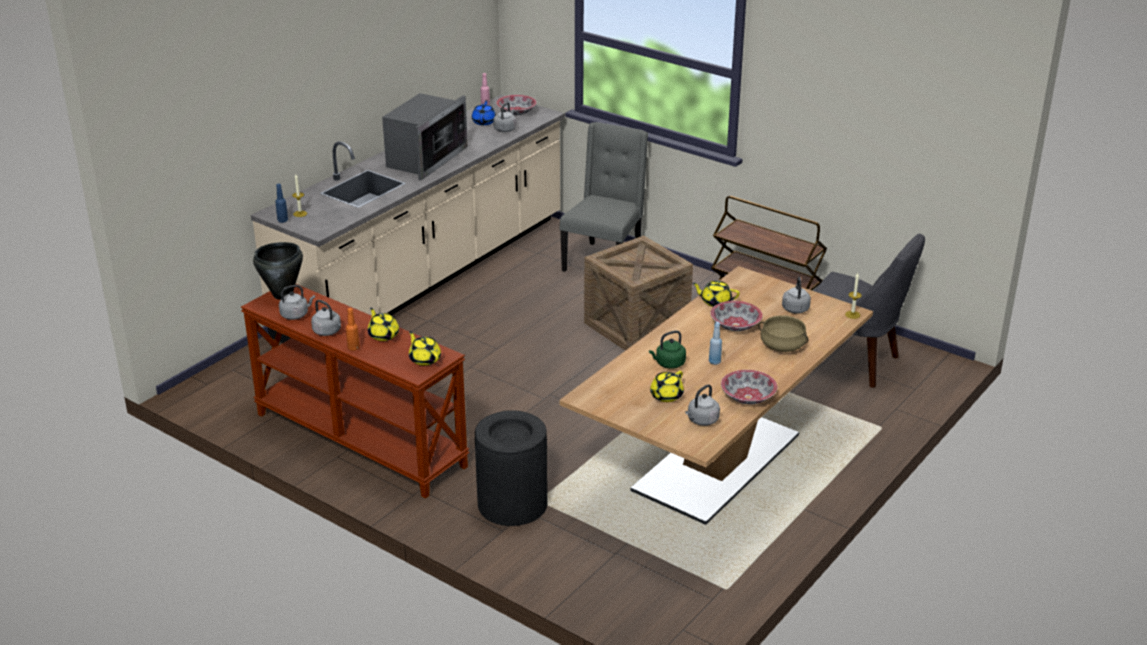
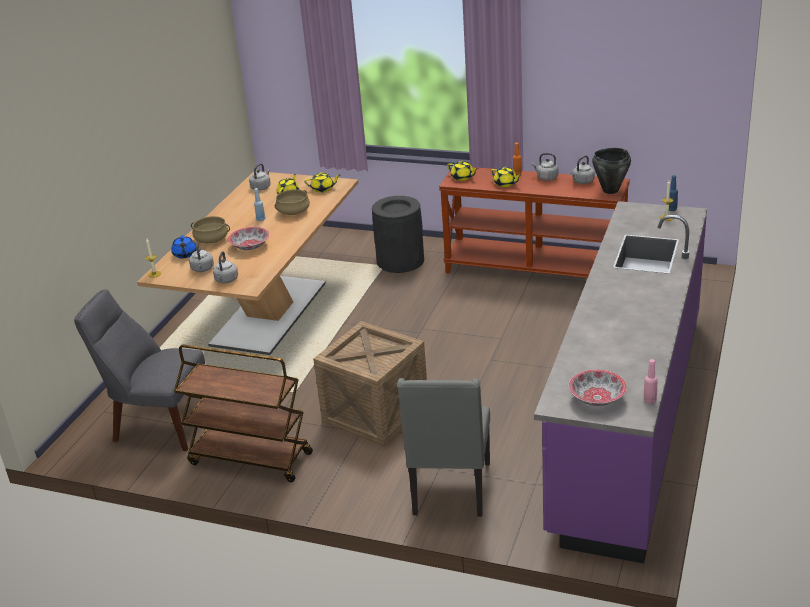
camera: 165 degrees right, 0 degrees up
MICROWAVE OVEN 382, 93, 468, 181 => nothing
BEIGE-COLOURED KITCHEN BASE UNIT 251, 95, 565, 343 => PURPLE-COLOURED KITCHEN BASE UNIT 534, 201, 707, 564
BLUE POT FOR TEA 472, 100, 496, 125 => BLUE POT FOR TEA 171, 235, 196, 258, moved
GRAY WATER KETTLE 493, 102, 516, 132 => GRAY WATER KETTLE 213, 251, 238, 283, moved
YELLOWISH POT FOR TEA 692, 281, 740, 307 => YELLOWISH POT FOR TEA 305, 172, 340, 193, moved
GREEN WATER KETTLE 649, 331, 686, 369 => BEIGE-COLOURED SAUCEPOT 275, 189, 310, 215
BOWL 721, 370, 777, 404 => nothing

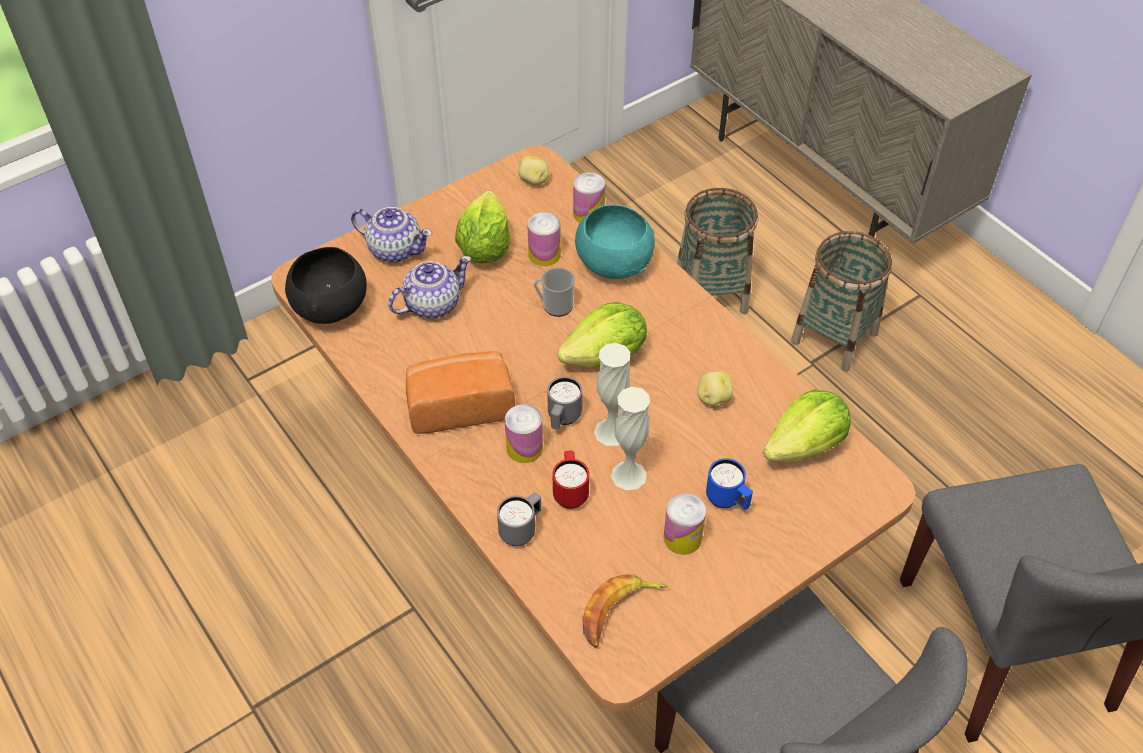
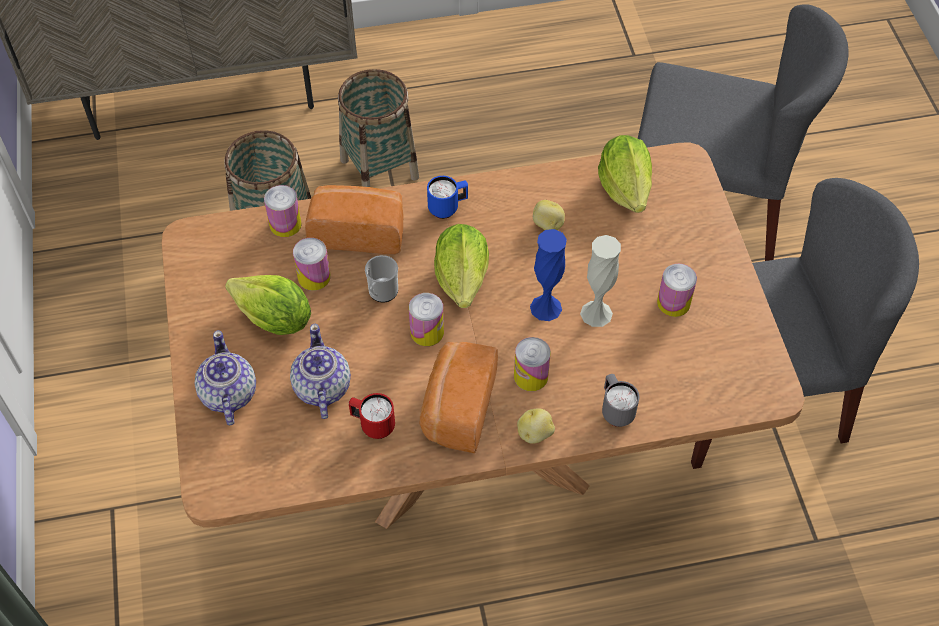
camera: 65 degrees left, 5 degrees up
POTATO 518, 156, 549, 185 => POTATO 517, 408, 555, 444, moved
TURQUOISE BOWL 575, 205, 655, 279 => BAKERY BREAD 305, 185, 403, 254
POT FOR TEA 351, 207, 432, 263 => POT FOR TEA 195, 330, 256, 425, 60 degrees counterclockwise
BLACKISH BOWL 285, 247, 367, 324 => nothing
WHITE VASE 594, 343, 630, 446 => BLUE VASE 530, 229, 567, 321
GRAY COFFEE MUG 547, 377, 582, 430 => nothing
RED-COLOURED COFFEE MUG 553, 450, 589, 509 => RED-COLOURED COFFEE MUG 349, 393, 395, 439, moved
BLUE COFFEE MUG 706, 458, 753, 510 => BLUE COFFEE MUG 427, 176, 468, 219, moved
BANANA FRUIT 582, 574, 668, 648 => nothing
nothing => METAL CAN 409, 293, 444, 346

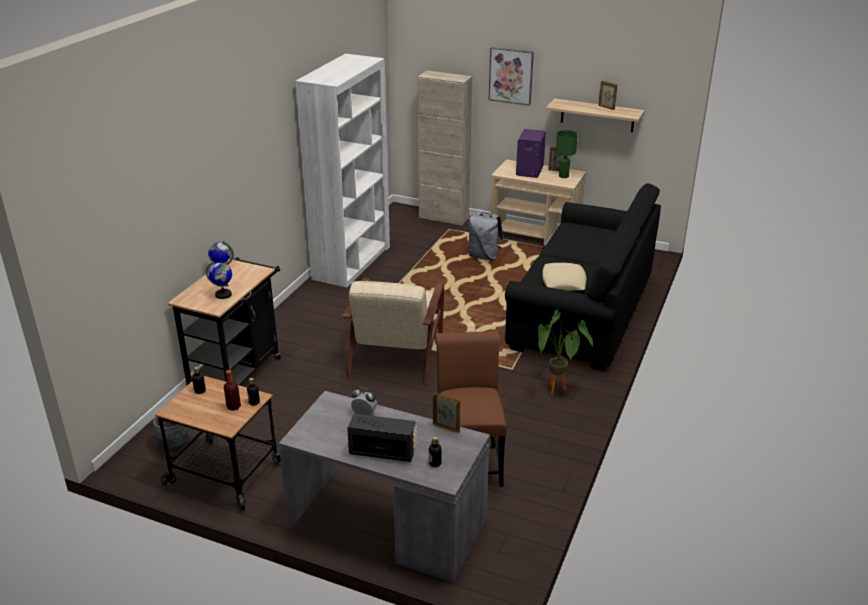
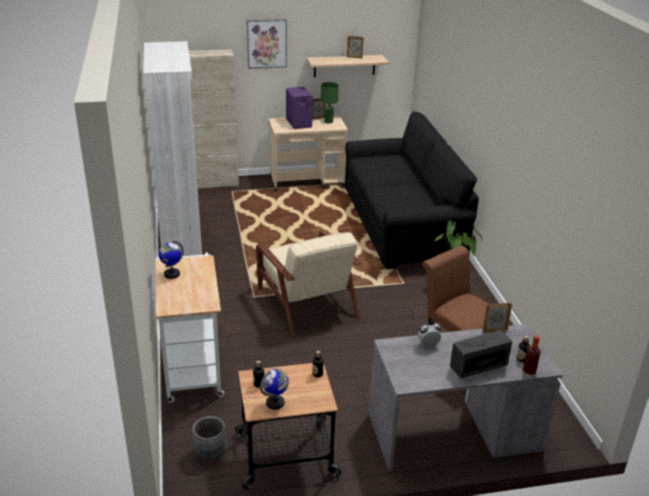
camera: 35 degrees left, 0 degrees up
GRAY BACKPACK 469, 212, 504, 260 => nothing
BLACKISH CART 168, 257, 281, 385 => WHITE CART 155, 252, 224, 403
DESK GLOBE 206, 261, 232, 299 => DESK GLOBE 260, 369, 289, 410, moved
BEIGE-COLOURED CUSHION 542, 263, 586, 291 => nothing
BOTTLE 224, 370, 241, 411 => BOTTLE 523, 335, 541, 375, moved

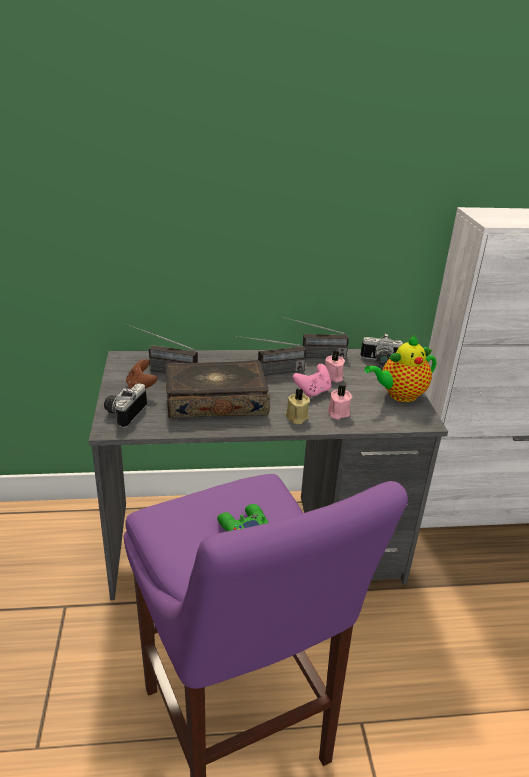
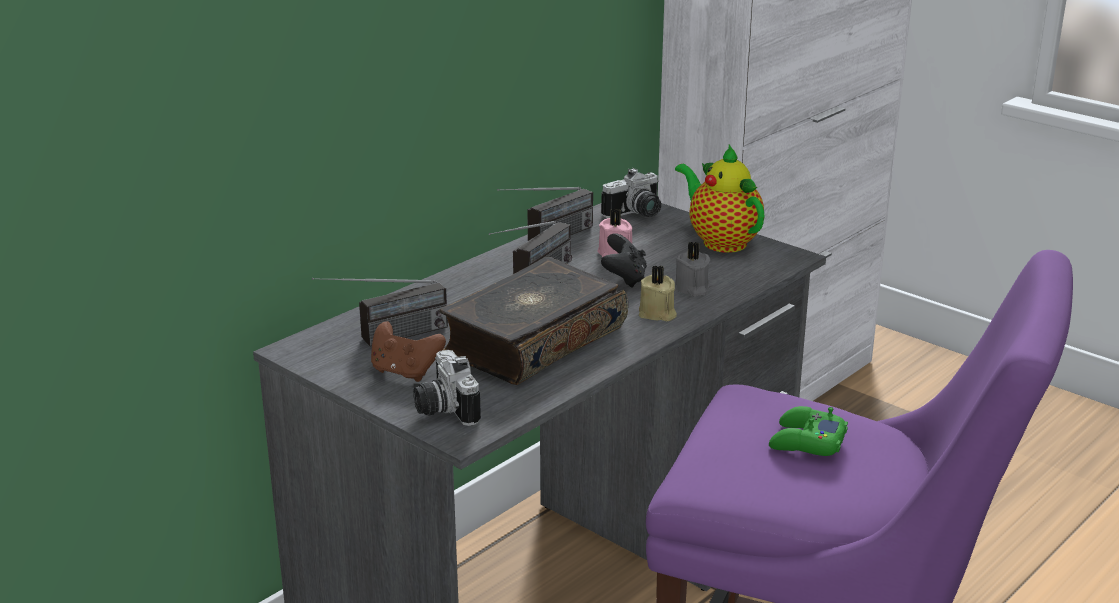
camera: 40 degrees left, 5 degrees down
POT FOR TEA 364, 335, 437, 402 => POT FOR TEA 675, 145, 765, 253, 120 degrees clockwise
PINK-COLOURED GAME CONTROLLER 293, 364, 331, 398 => BLACKISH GAME CONTROLLER 601, 233, 647, 288
PINK-COLOURED WAX CANDLE 328, 385, 352, 420 => GRAY WAX CANDLE 675, 242, 711, 297

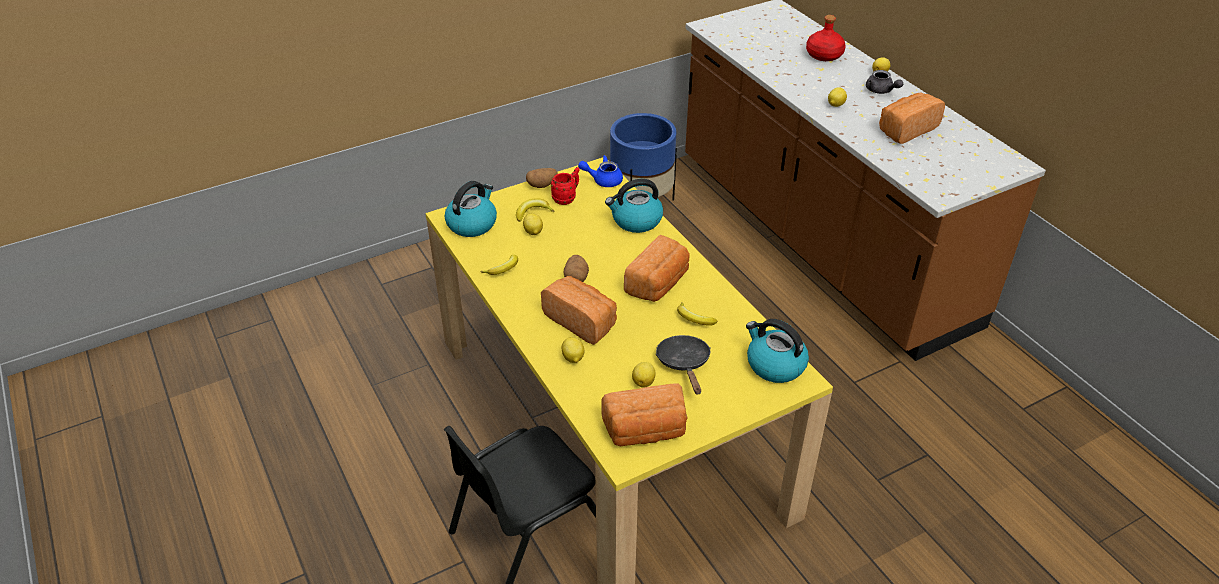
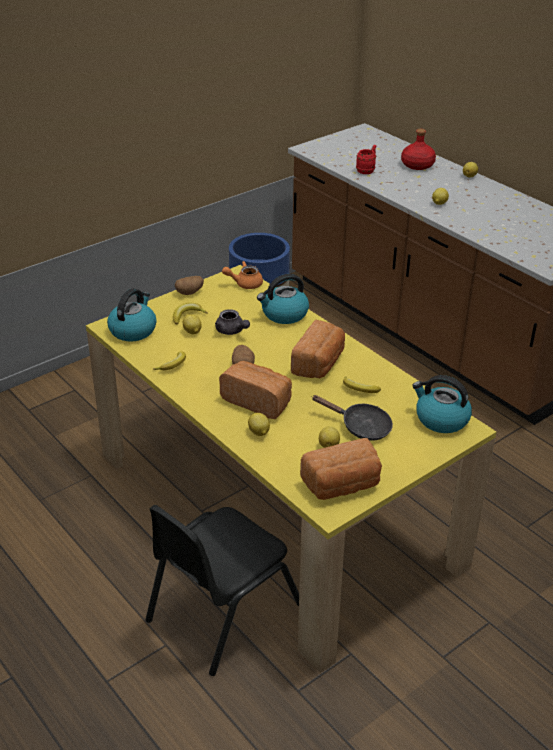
camera: 10 degrees left, 5 degrees down
GRAY POT FOR TEA 866, 70, 903, 94 => GRAY POT FOR TEA 215, 309, 250, 335, moved
BAKERY BREAD 879, 92, 945, 144 => nothing
BLUE POT FOR TEA 578, 155, 623, 187 => ORANGEY POT FOR TEA 222, 261, 263, 289
RED-COLOURED COFFEE MUG 551, 167, 580, 205 => RED-COLOURED COFFEE MUG 356, 145, 376, 174, moved
BLACKISH PAN 656, 335, 711, 394 => BLACKISH PAN 312, 395, 393, 441, 135 degrees clockwise

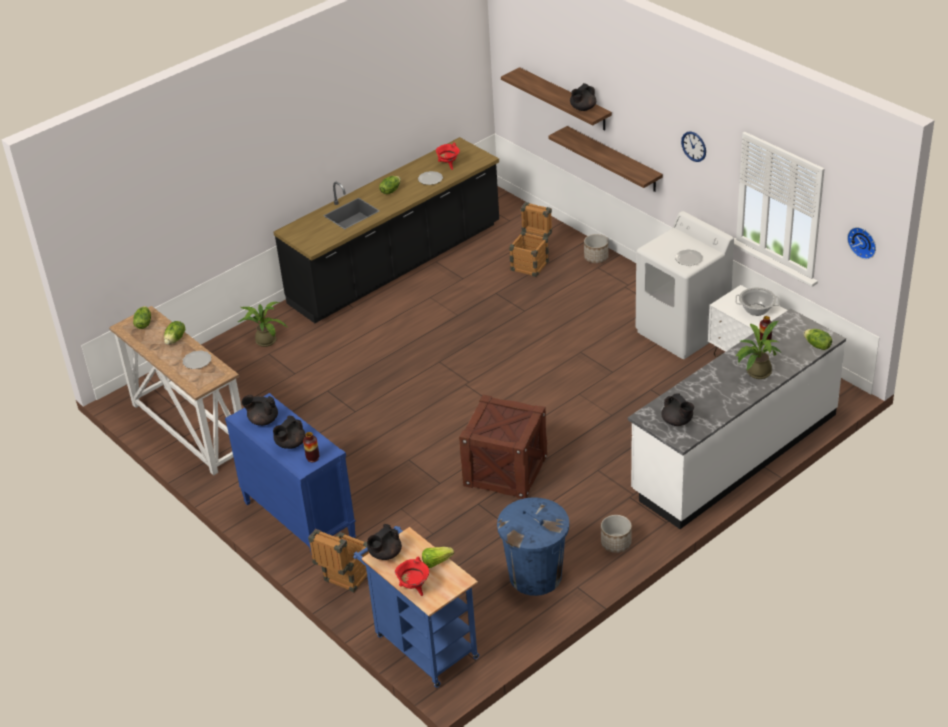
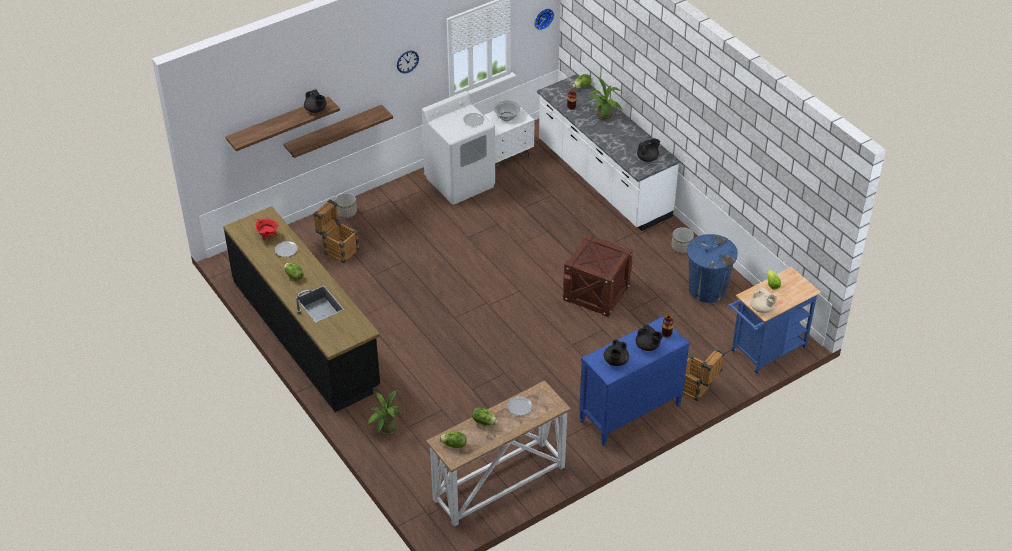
camera: 85 degrees left, 5 degrees up
BLACKISH POT FOR TEA 367, 524, 402, 560 => BEIGE-COLOURED POT FOR TEA 751, 288, 778, 313
RED-COLOURED SAUCEPOT 395, 557, 429, 596 => nothing

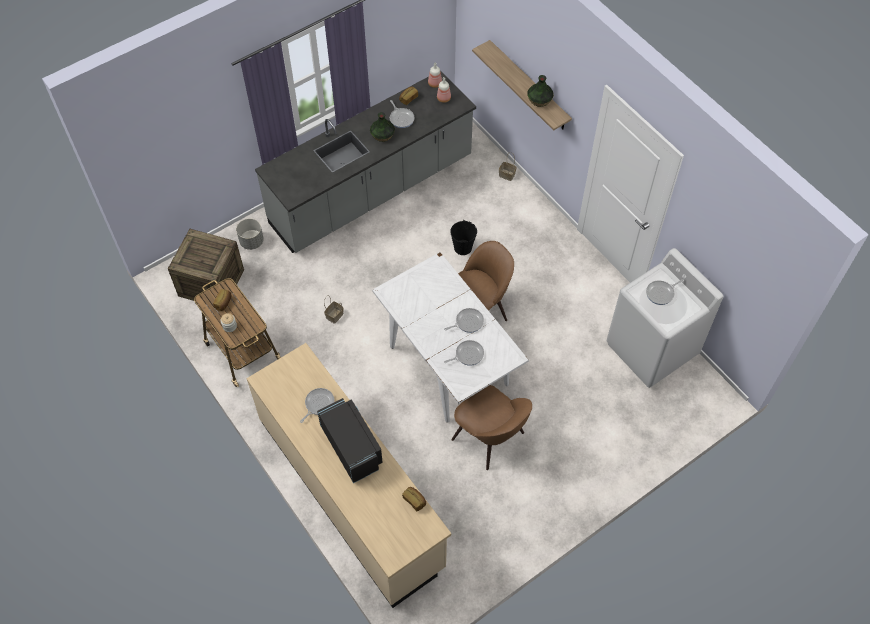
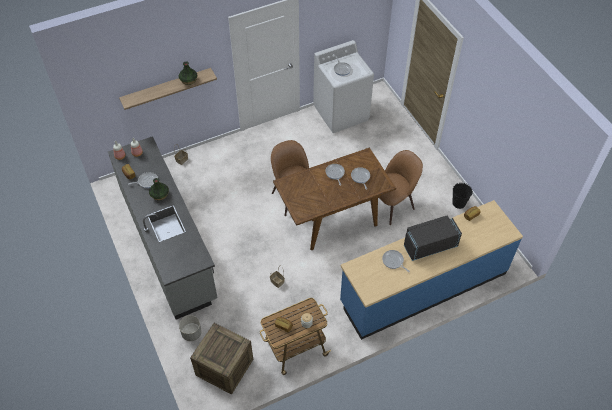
camera: 80 degrees left, 5 degrees down
BLACKISH PAIL 450, 220, 477, 255 => BLACKISH PAIL 452, 183, 473, 209, moved
WHITE KITCHEN TABLE 372, 252, 529, 423 => BROWN KITCHEN TABLE 273, 147, 396, 250
BEIGE-COLOURED KITCHEN BASE UNIT 246, 343, 451, 608 => BLUE KITCHEN BASE UNIT 340, 200, 523, 340

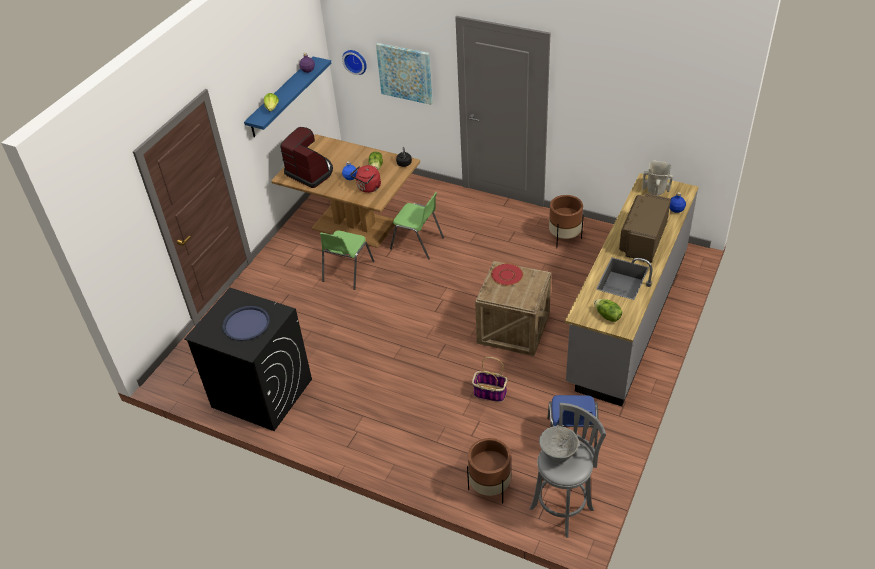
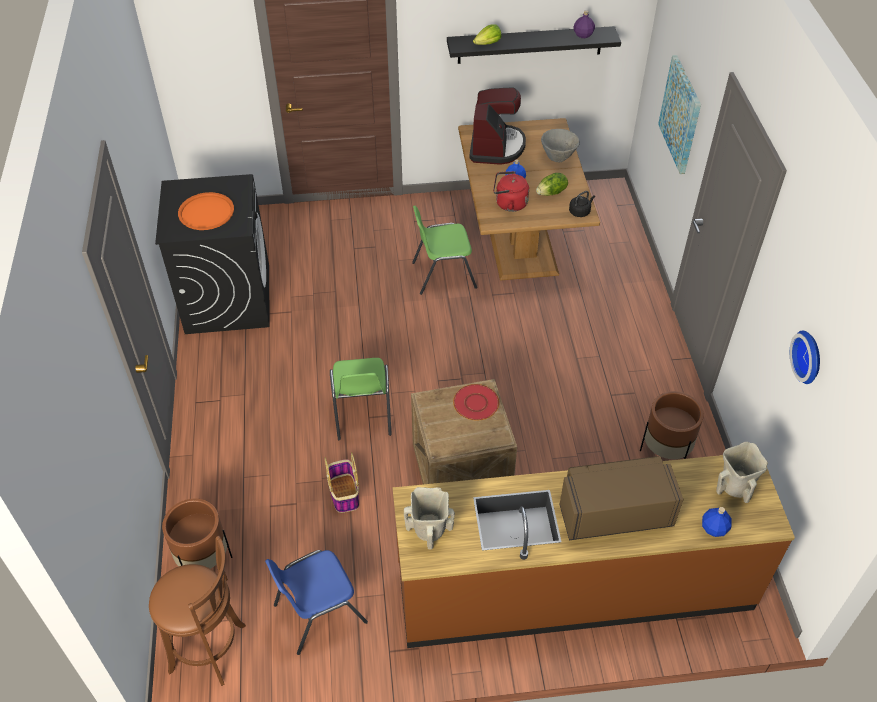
camera: 55 degrees right, 5 degrees up
CLOCK ON THE WALL 342, 50, 367, 75 => CLOCK ON THE WALL 790, 330, 820, 384, moved
BLUE WALL SHELF 244, 57, 331, 137 => BLACKISH WALL SHELF 447, 26, 621, 64
GRAY KITCHEN BASE UNIT 565, 173, 699, 406 => BROWN KITCHEN BASE UNIT 393, 451, 795, 648
GREEN UPRIGHT CHAIR 390, 192, 444, 260 => GREEN UPRIGHT CHAIR 330, 358, 392, 440, moved
LETTUCE 594, 299, 622, 322 => BEIGE-COLOURED VASE 404, 487, 455, 550
BLUE SERVING TRAY 223, 306, 270, 341 => ORANGEY SERVING TRAY 178, 192, 234, 230
GRAY STOOL SEAT 529, 403, 606, 538 => BROWN STOOL SEAT 149, 536, 246, 686
GRAY BOWL 539, 426, 579, 463 => GRAY BOWL 541, 129, 580, 162, moved

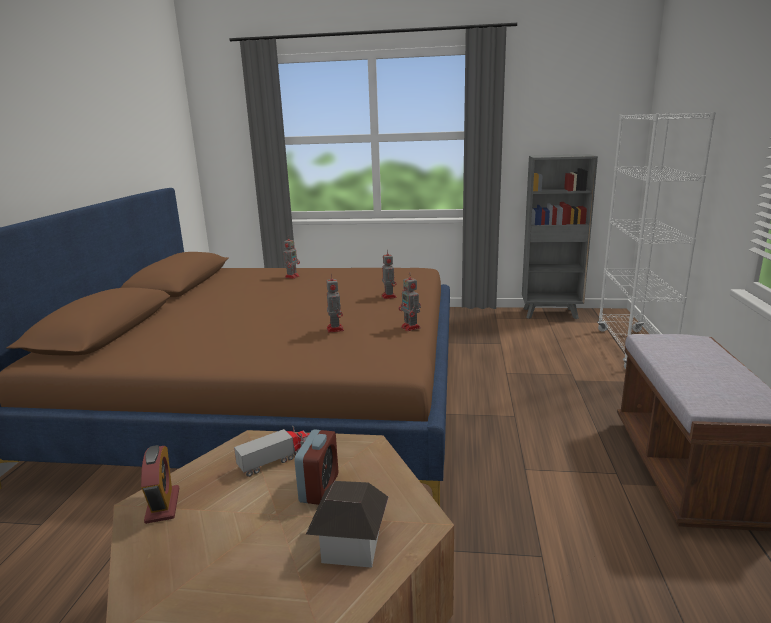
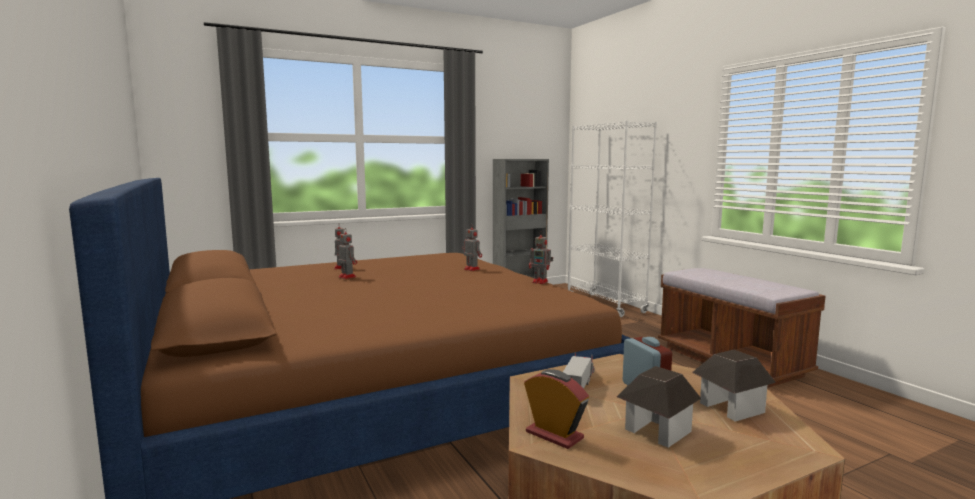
camera: 35 degrees left, 10 degrees down
MODEL ROBOT 326, 273, 344, 333 => MODEL ROBOT 337, 228, 357, 279, moved
nothing => TOY HOUSE 617, 366, 701, 448

